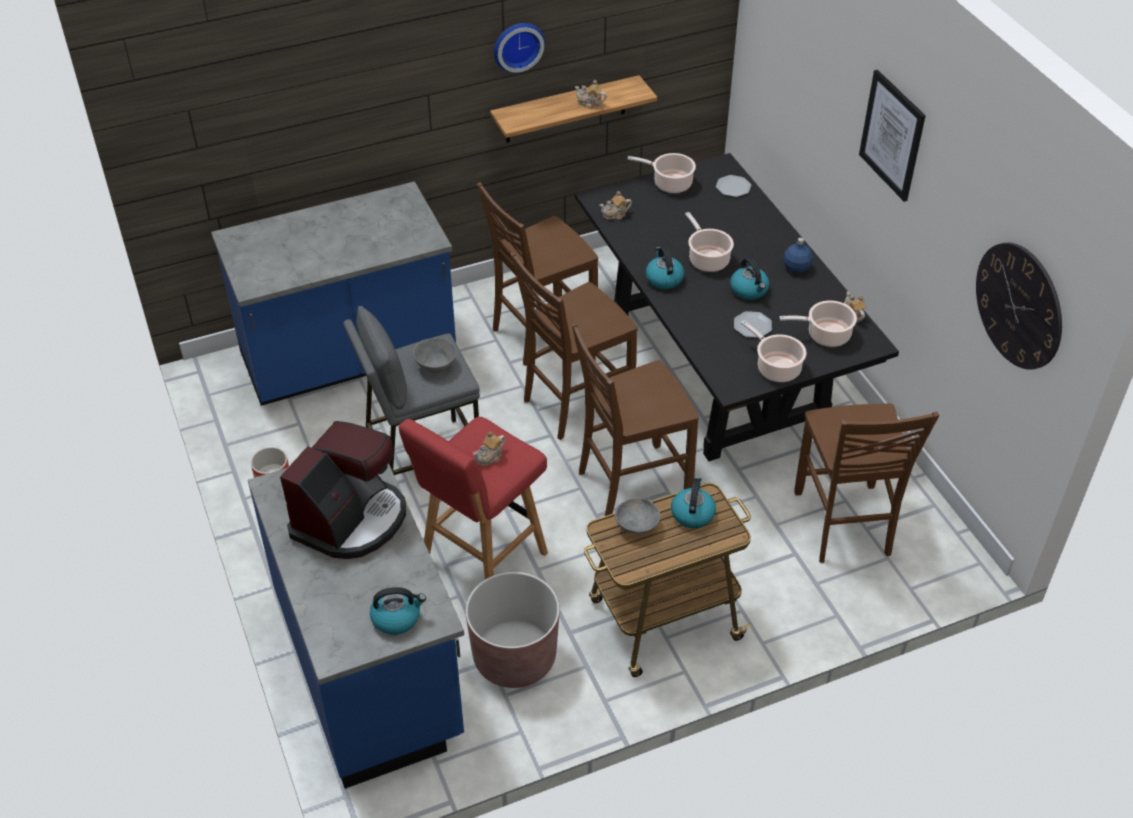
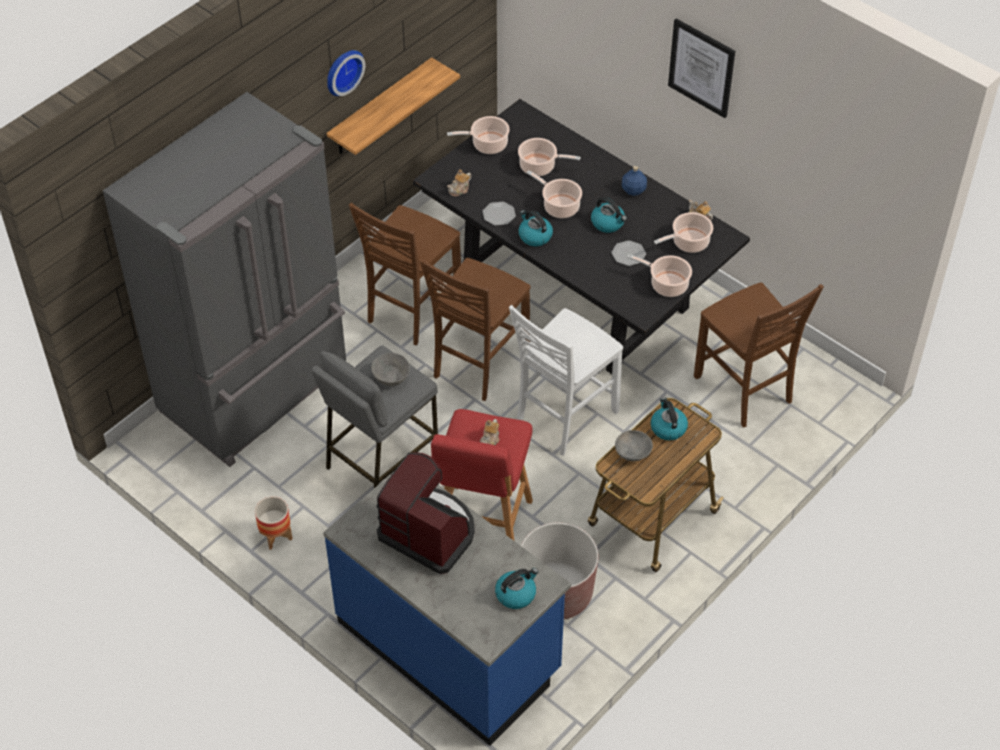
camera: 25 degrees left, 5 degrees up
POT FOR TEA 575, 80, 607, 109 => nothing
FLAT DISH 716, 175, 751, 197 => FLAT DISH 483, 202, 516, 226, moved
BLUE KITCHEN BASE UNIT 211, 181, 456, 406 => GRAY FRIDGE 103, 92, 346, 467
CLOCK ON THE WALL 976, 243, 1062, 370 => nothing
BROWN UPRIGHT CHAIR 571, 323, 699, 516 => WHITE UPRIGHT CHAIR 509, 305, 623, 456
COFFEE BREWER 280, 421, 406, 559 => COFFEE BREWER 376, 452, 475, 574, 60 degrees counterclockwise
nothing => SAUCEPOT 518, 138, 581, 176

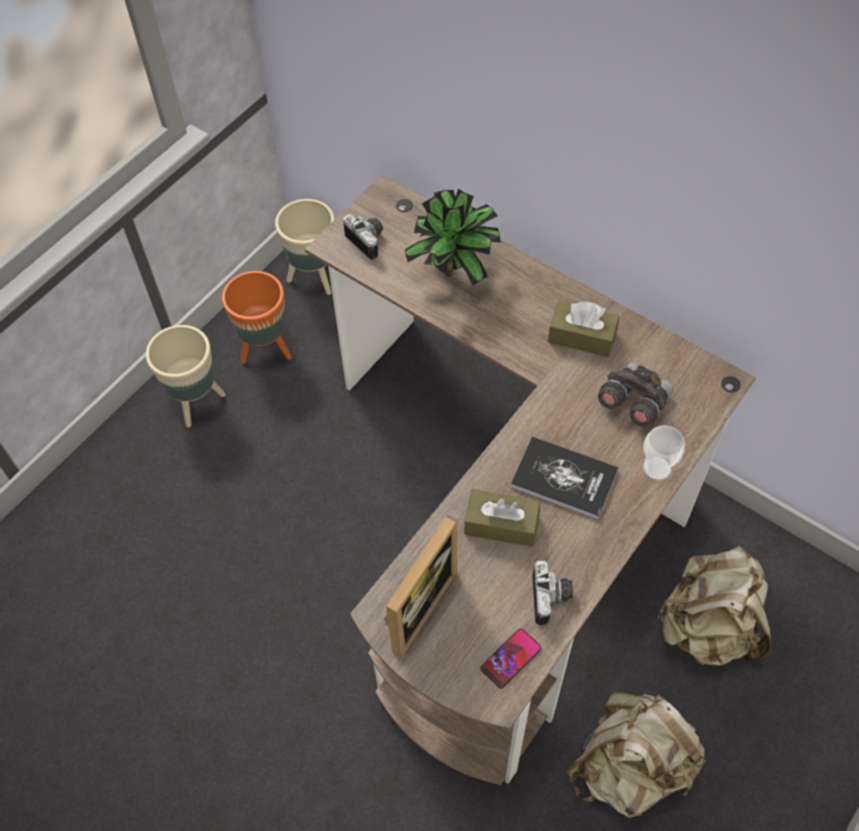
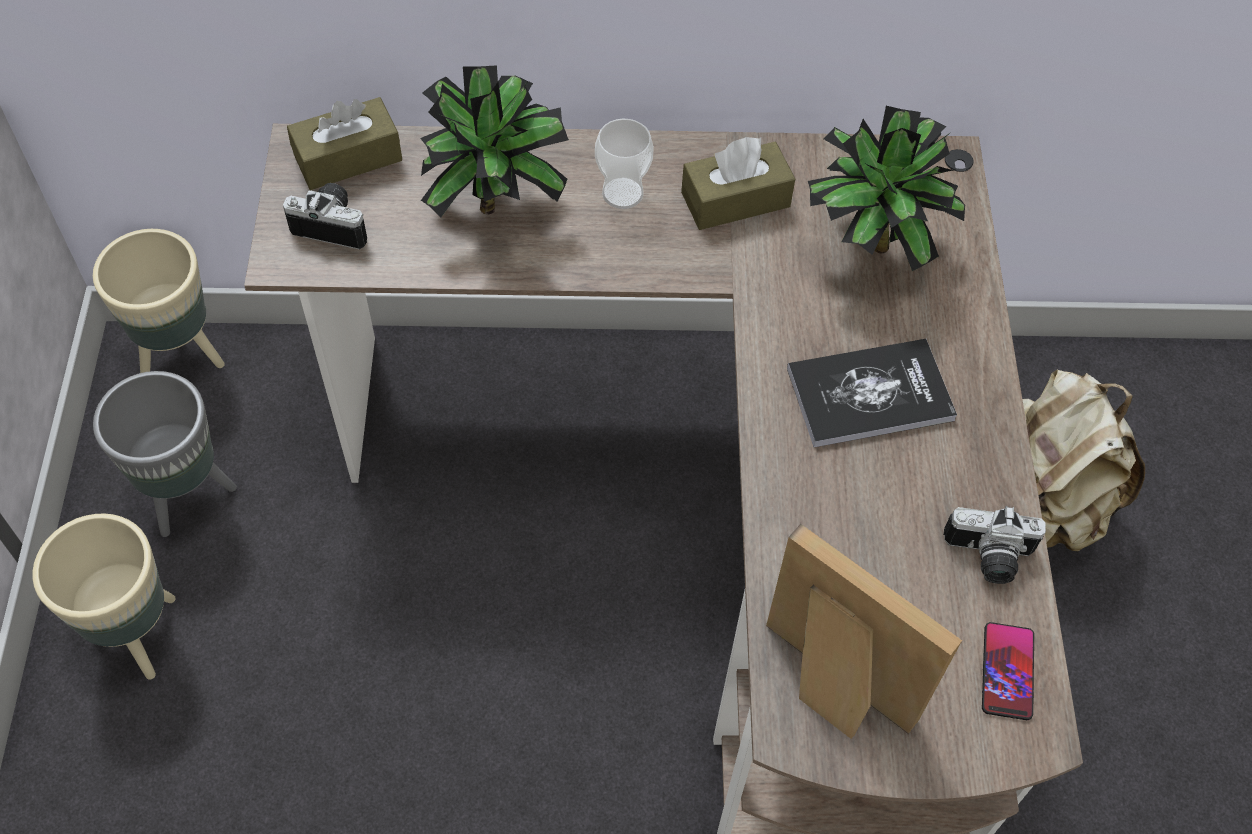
camera: 40 degrees left, 0 degrees up
ORANGEY PLANT POT 222, 271, 292, 364 => GRAY PLANT POT 93, 371, 237, 537
GRAY FIELD GLASSES 598, 363, 674, 427 => PLANT IN A POT 808, 106, 965, 271
SMALL CUP 643, 425, 685, 481 => SMALL CUP 595, 119, 654, 209, moved
BROWN TISSUE BOX 465, 489, 540, 547 => BROWN TISSUE BOX 287, 97, 402, 190, moved
STANDING FRAME 383, 515, 458, 658 => STANDING FRAME 766, 524, 962, 739, 45 degrees counterclockwise
PHOTO CAMERA 532, 561, 573, 626 => PHOTO CAMERA 943, 506, 1046, 584, 135 degrees clockwise
BEIGE-COLOURED BACKPACK 567, 692, 706, 818 => nothing

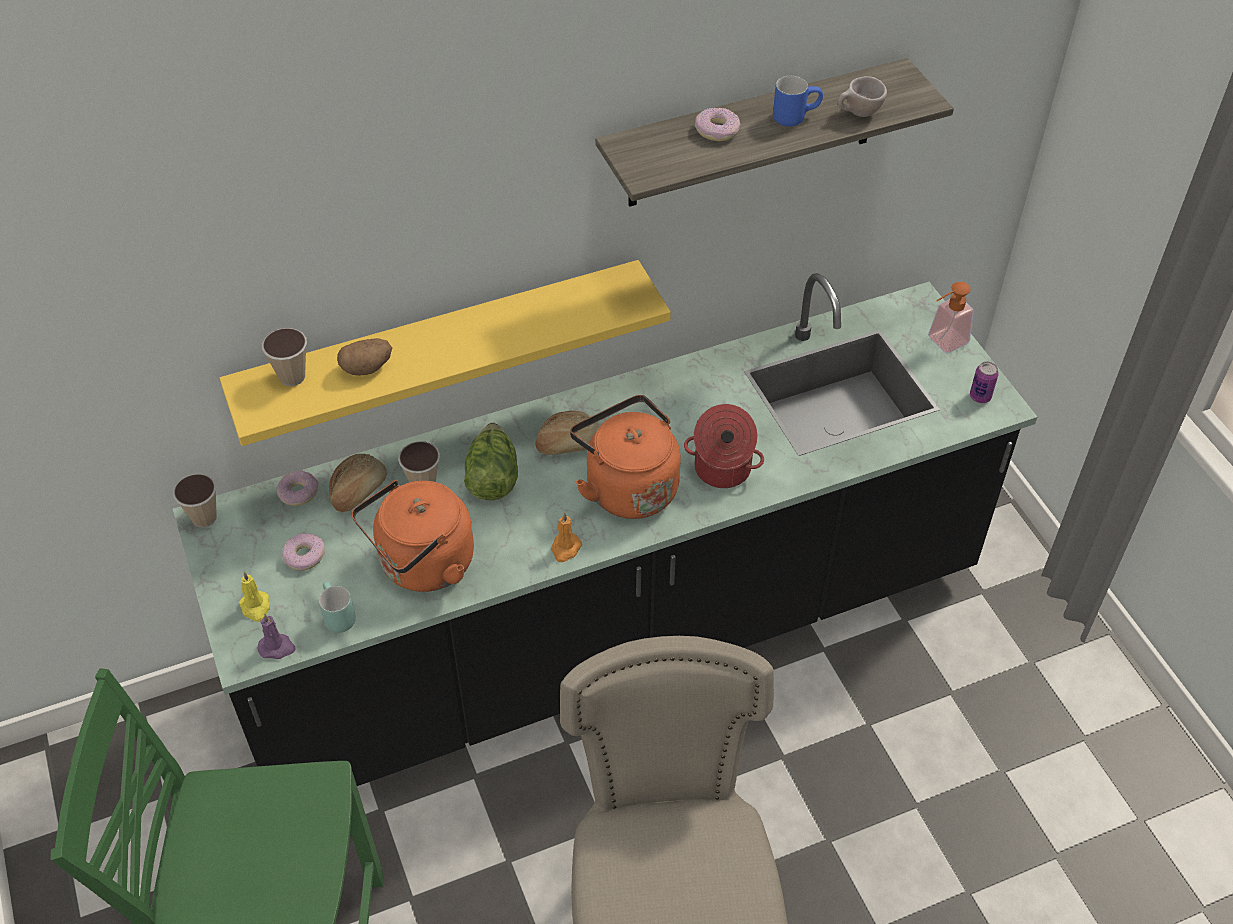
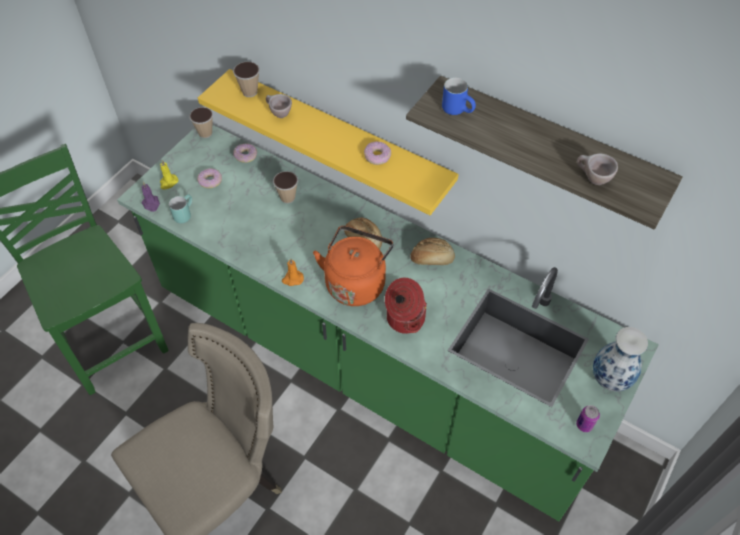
camera: 55 degrees right, 5 degrees up
BLUE COFFEE MUG 773, 76, 823, 127 => BLUE COFFEE MUG 442, 78, 476, 115, moved
DONUT 695, 108, 740, 141 => DONUT 364, 141, 391, 165, moved
BLACKISH KITCHEN BASE UNIT 173, 273, 1037, 786 => GREEN KITCHEN BASE UNIT 117, 125, 659, 521
SOAP BOTTLE 928, 282, 974, 353 => VASE 593, 327, 648, 392
POTATO 337, 338, 392, 376 => BEIGE-COLOURED SMALL CUP 266, 94, 292, 118
LETTUCE 464, 423, 518, 500 => nothing
BAKERY BREAD 329, 454, 387, 512 => BAKERY BREAD 410, 238, 455, 265, moved
ORANGEY WATER KETTLE 352, 480, 474, 592 => nothing

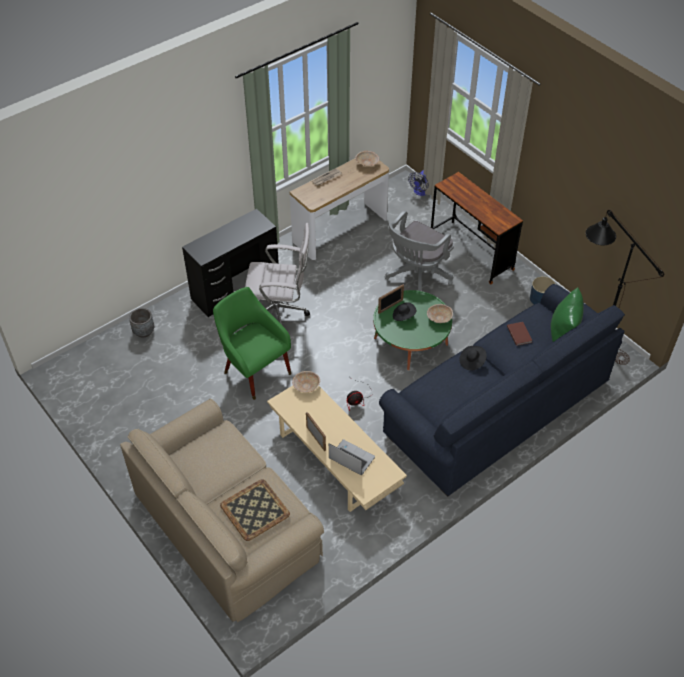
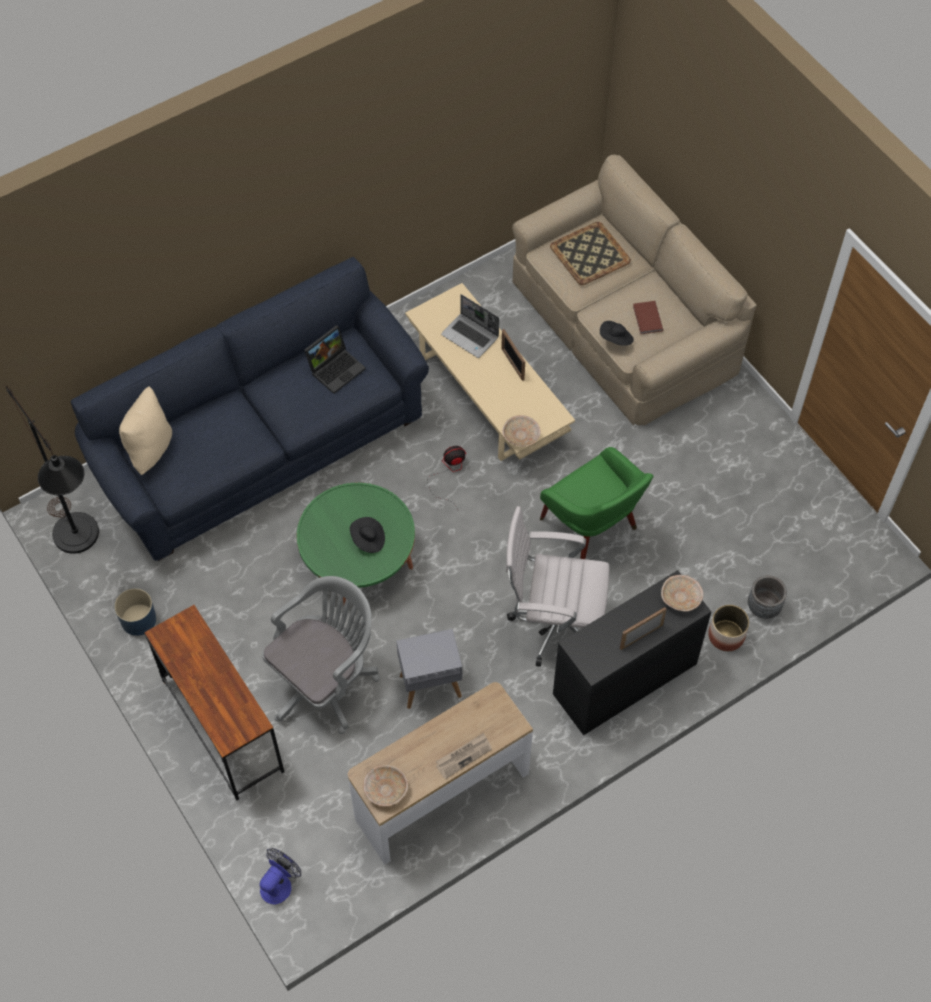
camera: 175 degrees left, 10 degrees up
STANDING FRAME 378, 284, 404, 314 => STANDING FRAME 620, 608, 667, 650, moved
GREEN CUSHION 551, 288, 584, 342 => BEIGE-COLOURED CUSHION 119, 386, 172, 475
BEIGE-COLOURED BOWL 427, 304, 453, 323 => BEIGE-COLOURED BOWL 661, 575, 703, 611, moved
BROWN BOUND BOOK 507, 322, 532, 346 => BROWN BOUND BOOK 633, 301, 663, 334, moved
BLACKISH HAT 459, 346, 487, 370 => BLACKISH HAT 600, 321, 634, 346, moved
nothing => NOTEBOOK COMPUTER 304, 325, 366, 394
nothing => PLANT POT 708, 605, 749, 651
nothing => GRAY SIDE TABLE 396, 629, 462, 709

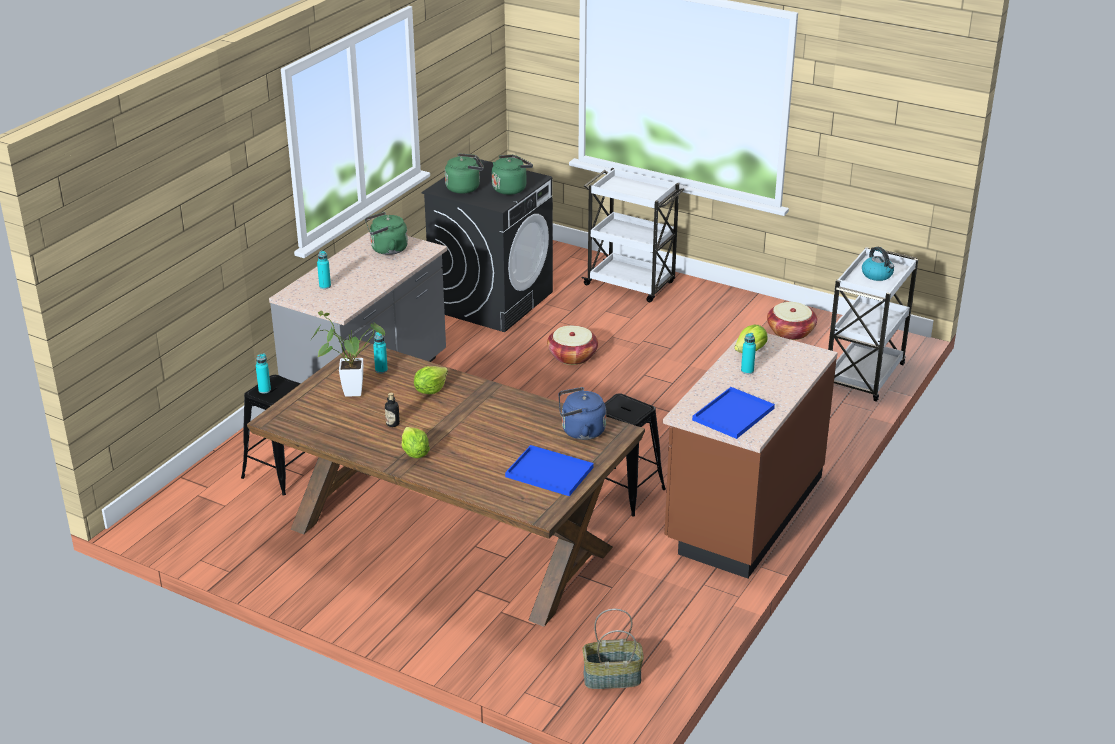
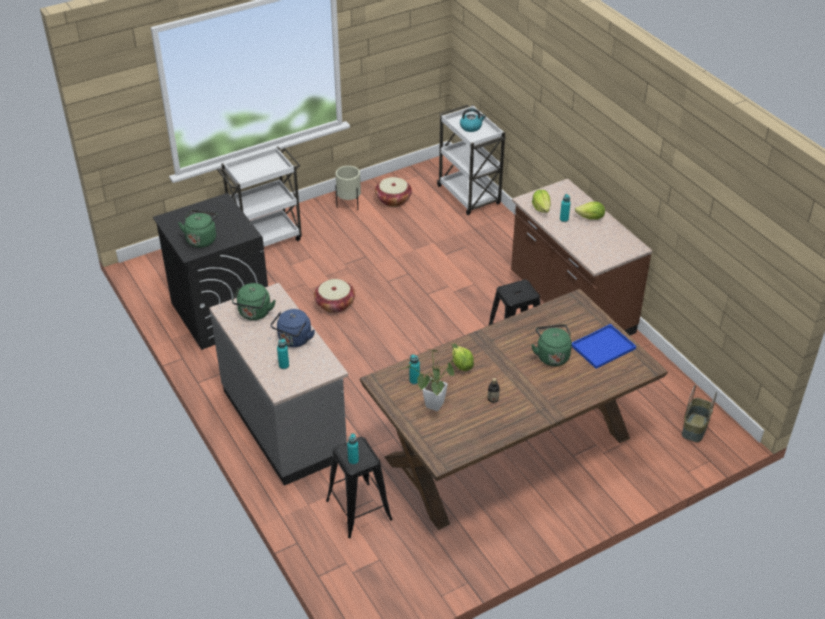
camera: 60 degrees left, 10 degrees up
GREEN WATER KETTLE 492, 155, 533, 195 => GREEN WATER KETTLE 531, 324, 572, 366, moved
BLUE WATER KETTLE 558, 387, 606, 440 => BLUE WATER KETTLE 270, 309, 315, 347, moved
BLUE SERVING TRAY 692, 387, 775, 439 => nothing
LETTUCE 402, 427, 430, 458 => LETTUCE 575, 202, 605, 220, moved
nothing => BEIGE-COLOURED PLANT POT 335, 166, 361, 210

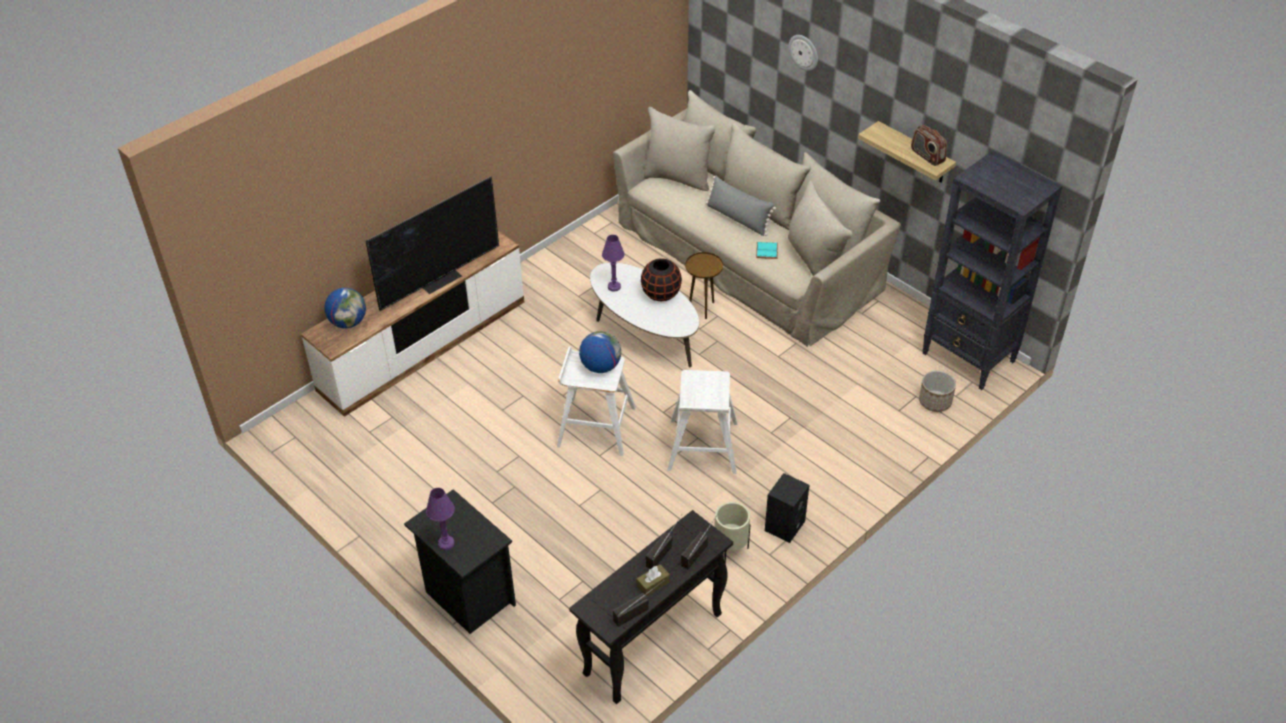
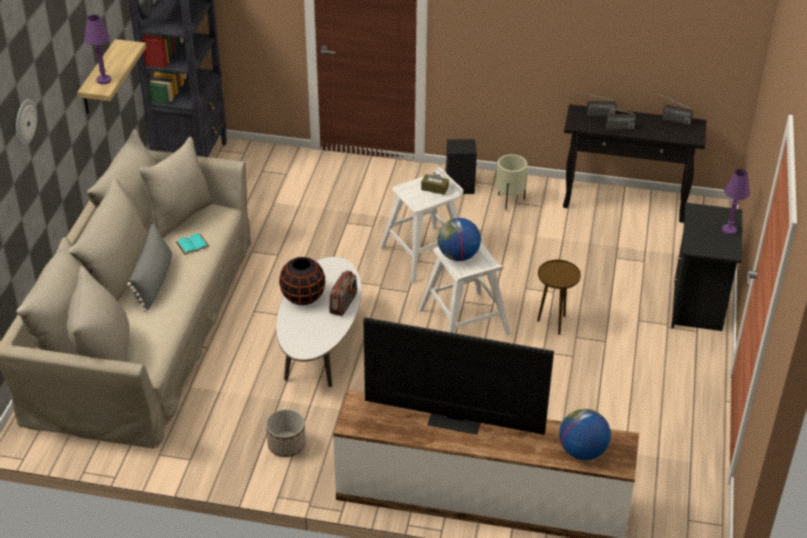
camera: 125 degrees left, 5 degrees down
RADIO SET 911, 125, 947, 166 => RADIO SET 329, 270, 357, 316, moved
PURPLE-COLOURED LAMP FOR A TABLE 602, 235, 625, 292 => PURPLE-COLOURED LAMP FOR A TABLE 84, 15, 111, 85, moved
BROWN SIDE TABLE 685, 252, 723, 319 => BROWN SIDE TABLE 537, 260, 581, 335, moved
PLANT POT 919, 371, 956, 412 => PLANT POT 266, 409, 306, 457, moved
BROWN TISSUE BOX 636, 564, 670, 597 => BROWN TISSUE BOX 421, 172, 449, 195, moved

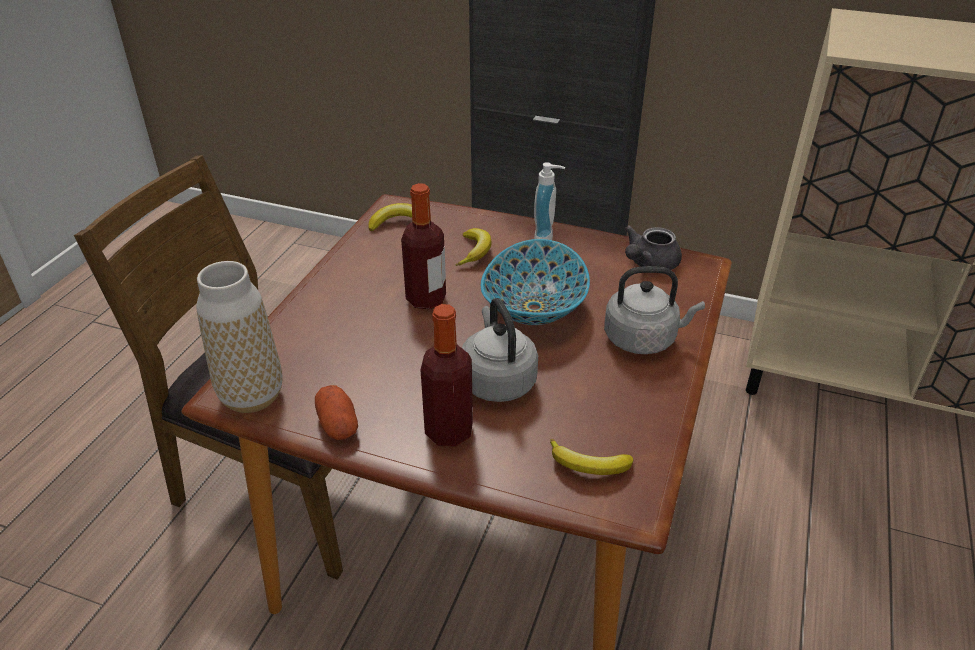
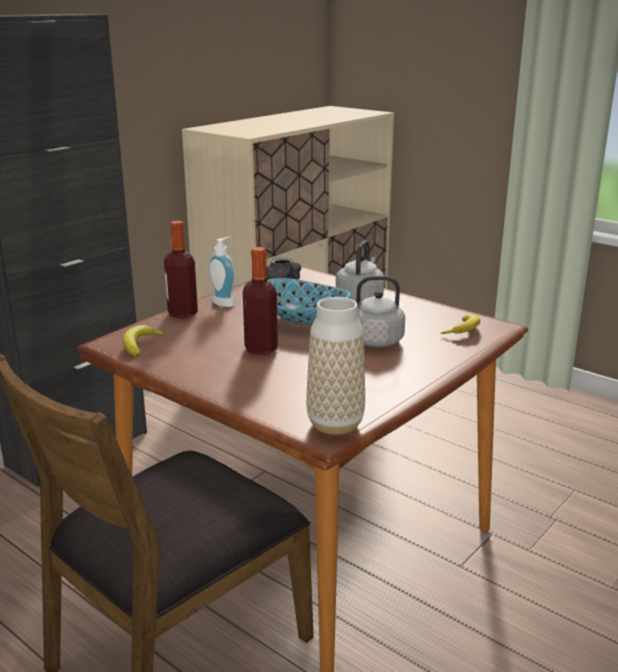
camera: 70 degrees left, 15 degrees down
BANANA FRUIT 455, 228, 492, 266 => nothing
BOTTLE 421, 304, 473, 447 => BOTTLE 164, 221, 198, 318, moved
POTATO 315, 385, 358, 440 => nothing

